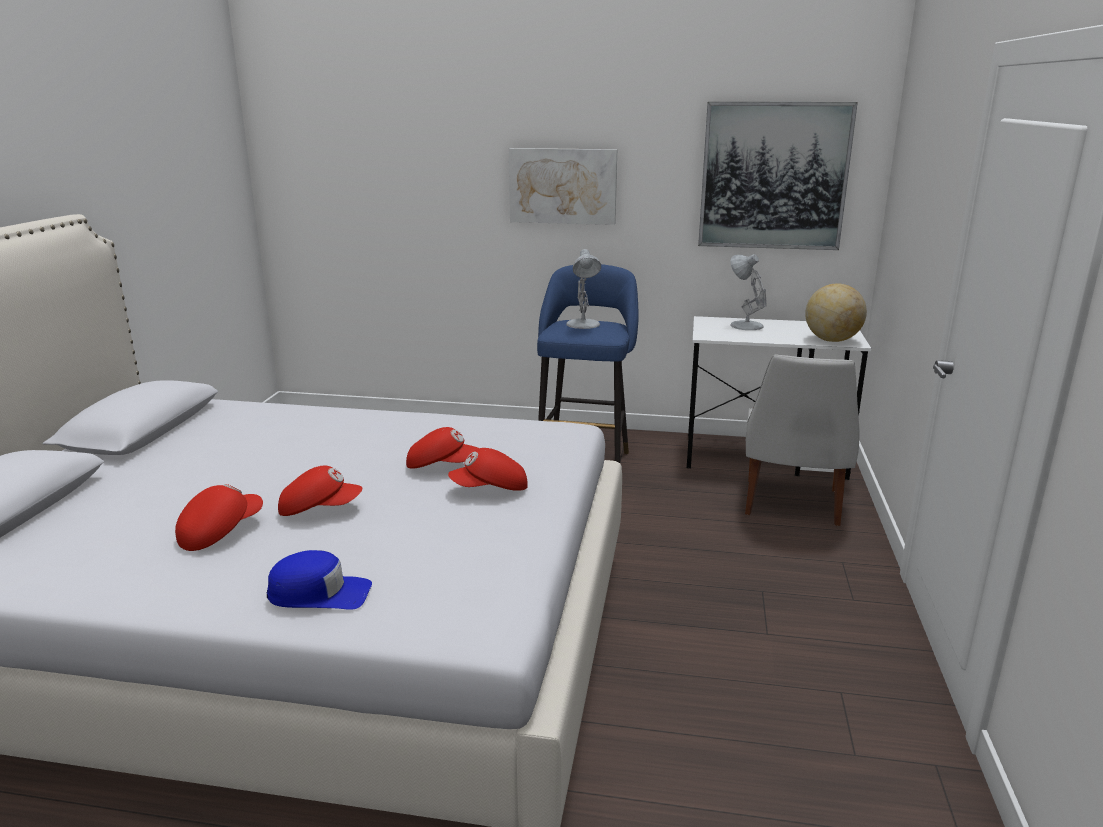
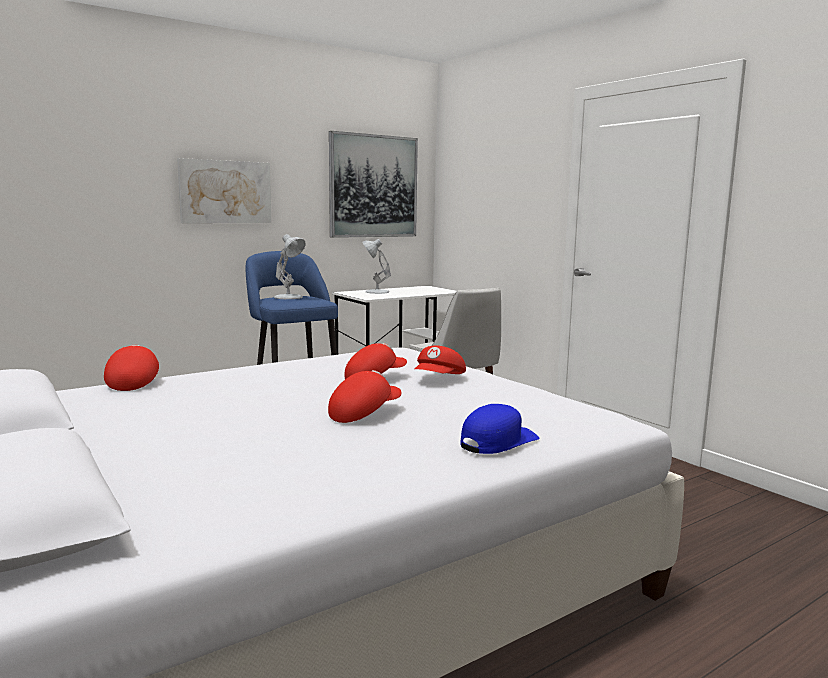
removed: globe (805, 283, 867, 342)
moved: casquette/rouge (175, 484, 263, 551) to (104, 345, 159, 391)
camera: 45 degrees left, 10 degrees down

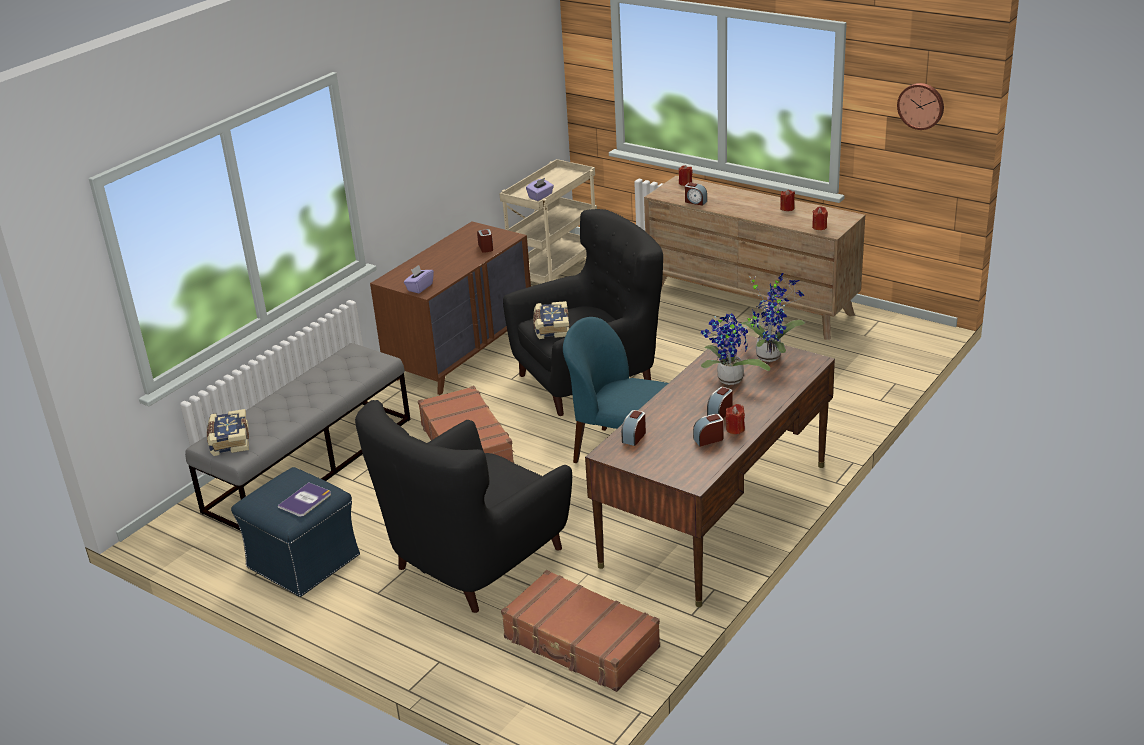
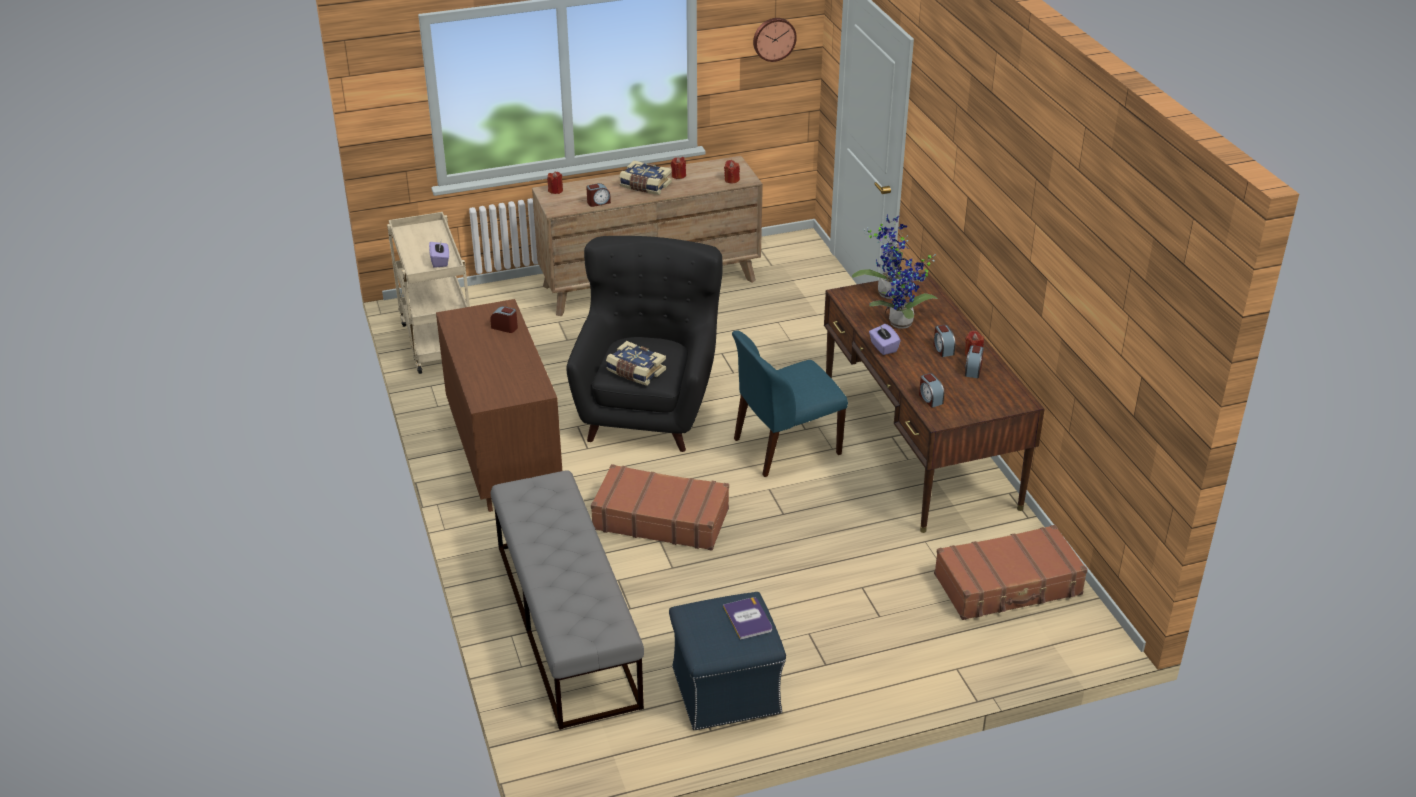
removed: fauteuil/noir (355, 400, 572, 613)
moved: livre (207, 409, 249, 456) to (619, 160, 672, 195); boîte à mouchoirs/violet (404, 265, 434, 293) to (869, 324, 901, 355)
camera: 55 degrees left, 5 degrees up

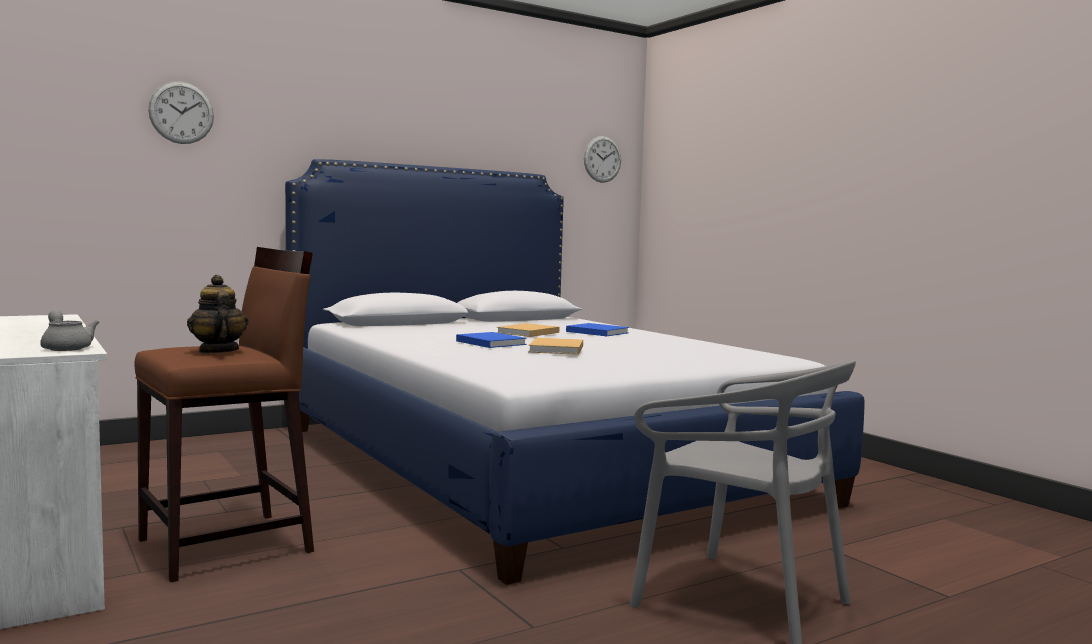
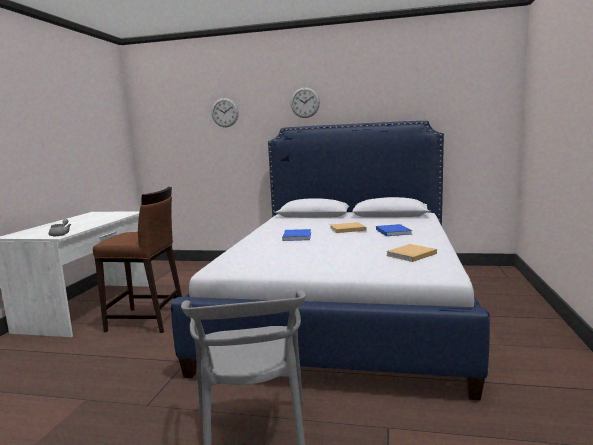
removed: théière (187, 275, 249, 353)
moved: livre/beige (528, 338, 583, 355) to (386, 244, 437, 262); horloge murale (584, 136, 621, 183) to (291, 87, 320, 118)
camera: 45 degrees right, 5 degrees up

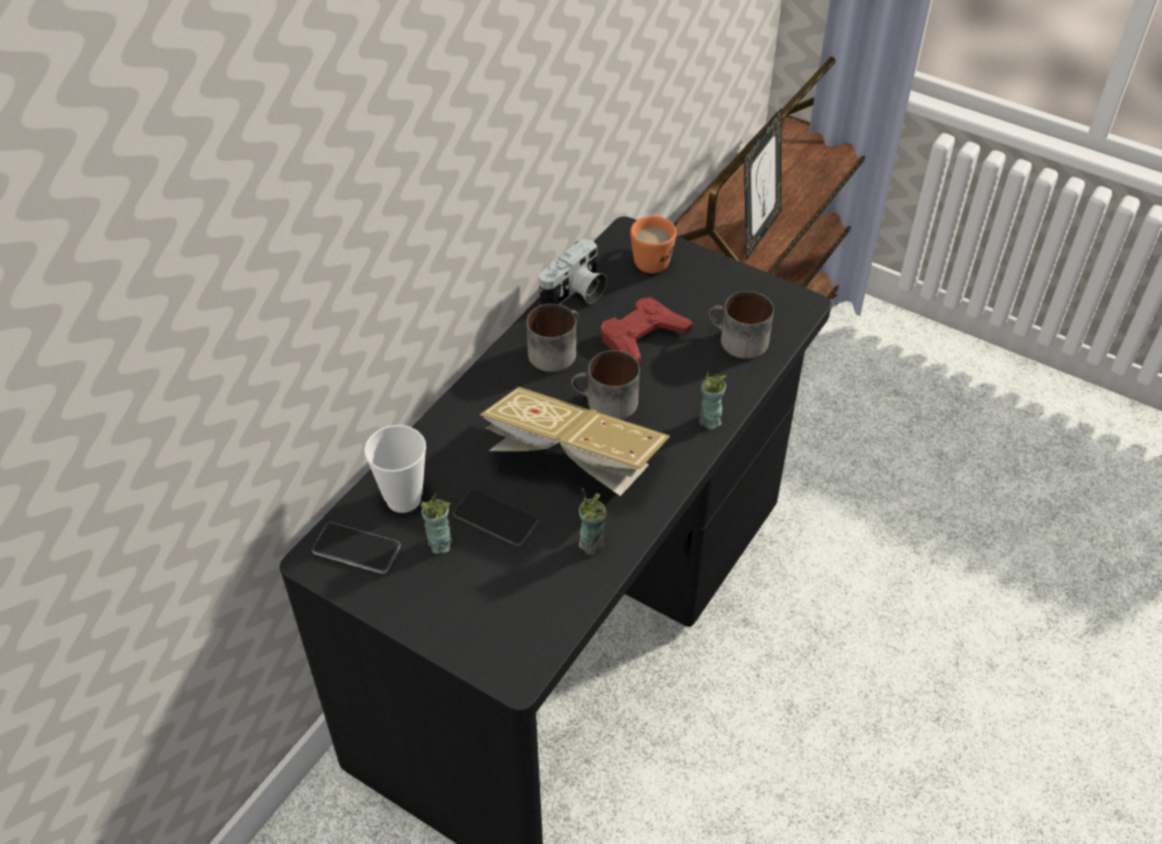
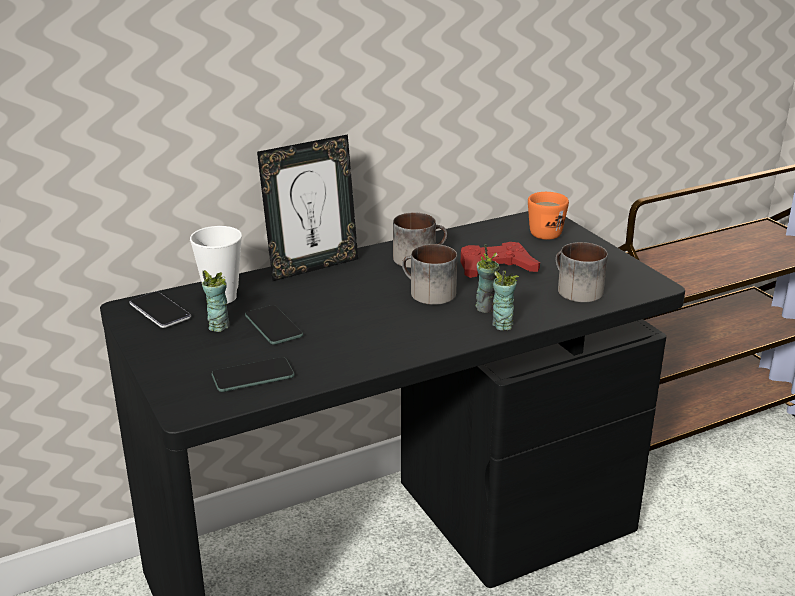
removed: livre (480, 387, 670, 496); appareil photo (539, 238, 607, 306)
added: téléphone (211, 357, 295, 392)
moved: tasse (579, 488, 606, 555) to (475, 244, 500, 313); cadre photo (744, 107, 782, 261) to (257, 134, 358, 281)
camera: 30 degrees right, 20 degrees down

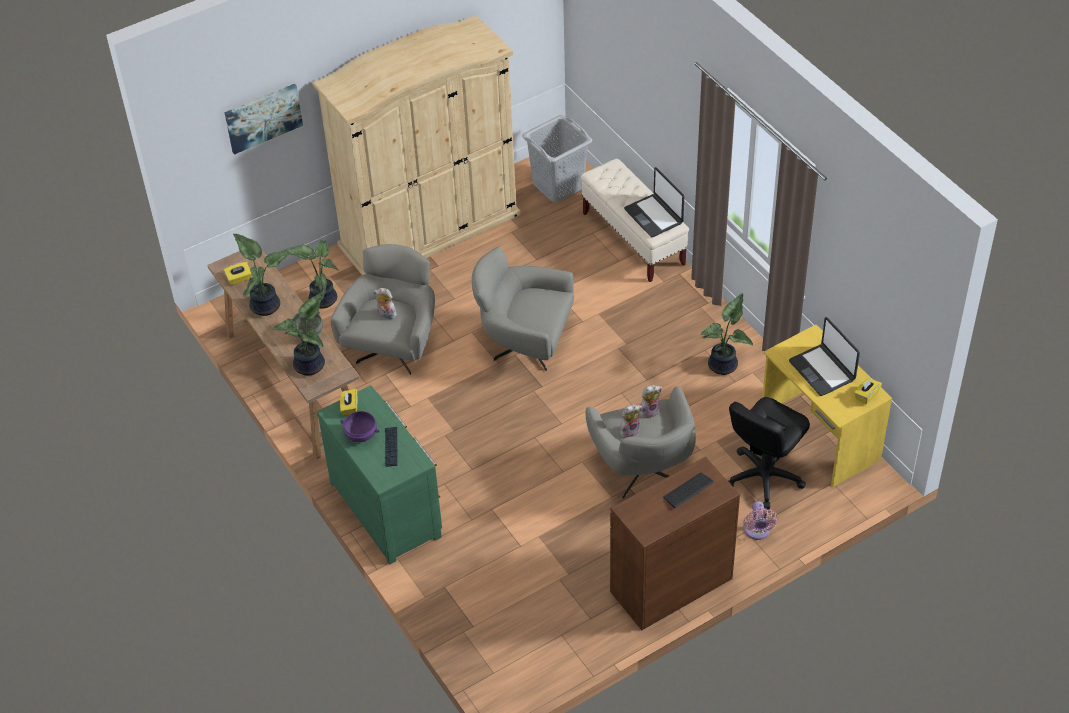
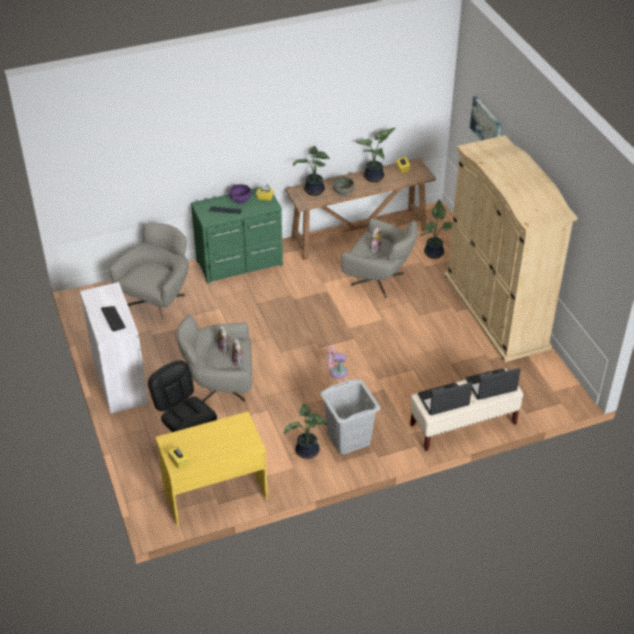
moved: fauteuil/gris (472, 246, 574, 371) to (109, 223, 189, 319); panier à linge/gris (522, 115, 592, 203) to (320, 379, 380, 455); ventilateur/rose (743, 501, 778, 540) to (327, 345, 348, 379); ordinateur portable (789, 317, 860, 396) to (466, 368, 521, 400)
recoloured: meuble de rangement/marron (610, 457, 740, 630) to meuble de rangement/blanc (80, 282, 149, 414)
camera: 100 degrees right, 5 degrees down

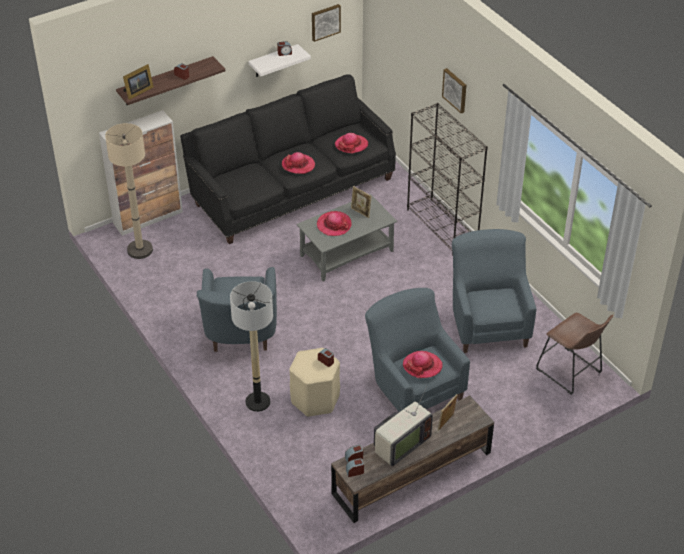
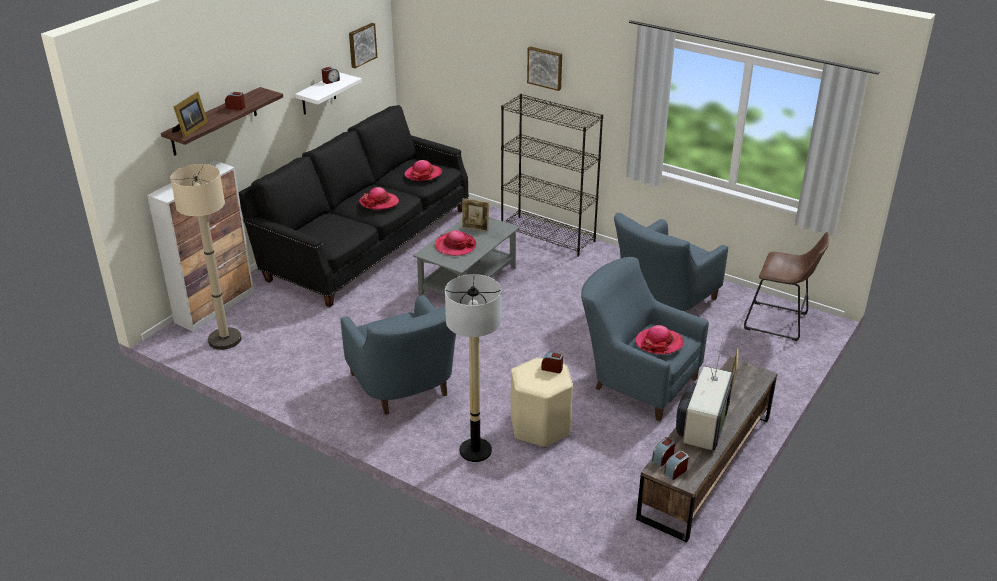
turned: fauteuil/bleu (452, 229, 536, 353) = (614, 213, 728, 311) 105 degrees counterclockwise
camera: 25 degrees left, 10 degrees down

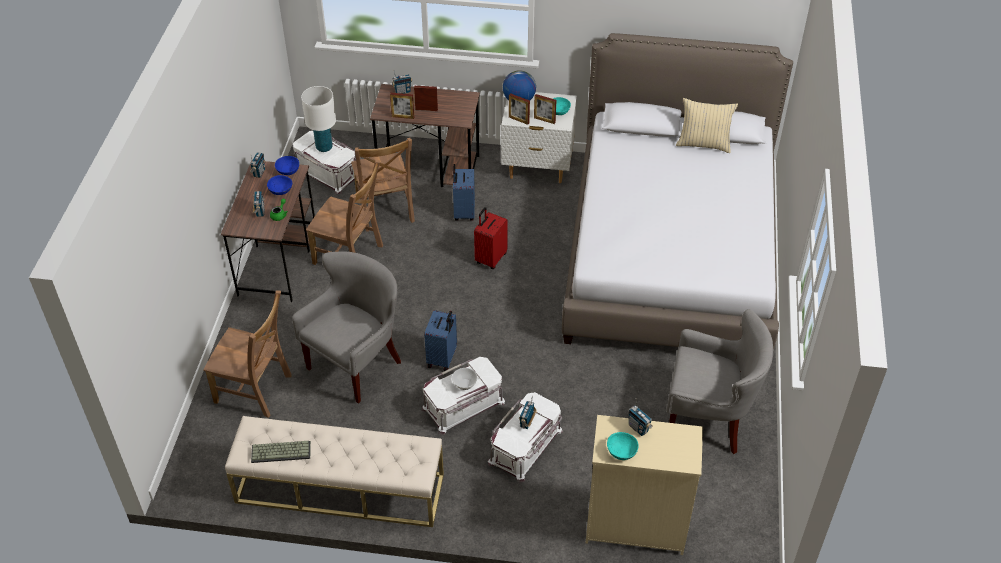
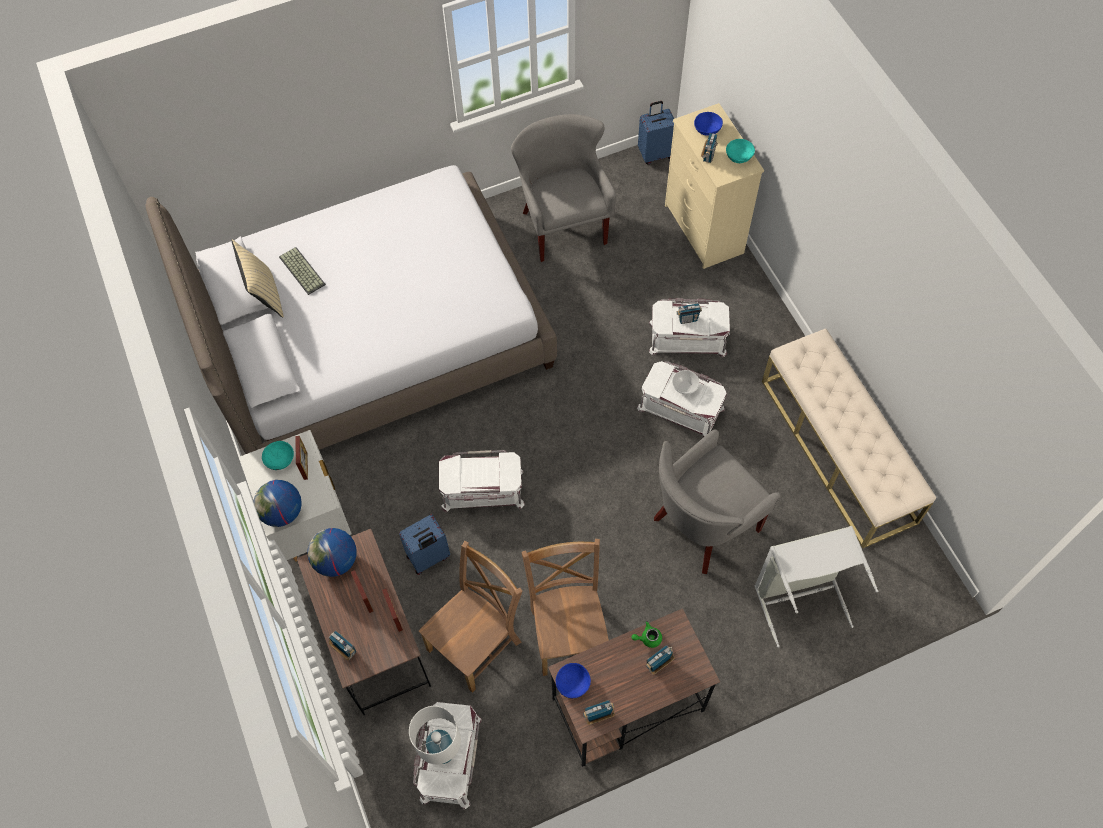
removed: cadre photo (509, 93, 530, 125)
added: globe (307, 528, 357, 577)
moved: clavier (251, 441, 311, 463) to (279, 247, 326, 295); bol/bleu (267, 175, 292, 195) to (694, 112, 723, 136); valise/bleu (424, 310, 457, 371) to (638, 101, 674, 165)
replaced: chaise/marron (203, 291, 292, 418) to panier à linge/gris (754, 526, 878, 648); valise/rouge (474, 207, 508, 269) to boîte de rangement/blanc (439, 450, 525, 512)
turned: fauteuil/gris (292, 251, 401, 404) = (654, 429, 781, 574) 45 degrees counterclockwise
camera: 120 degrees left, 15 degrees up

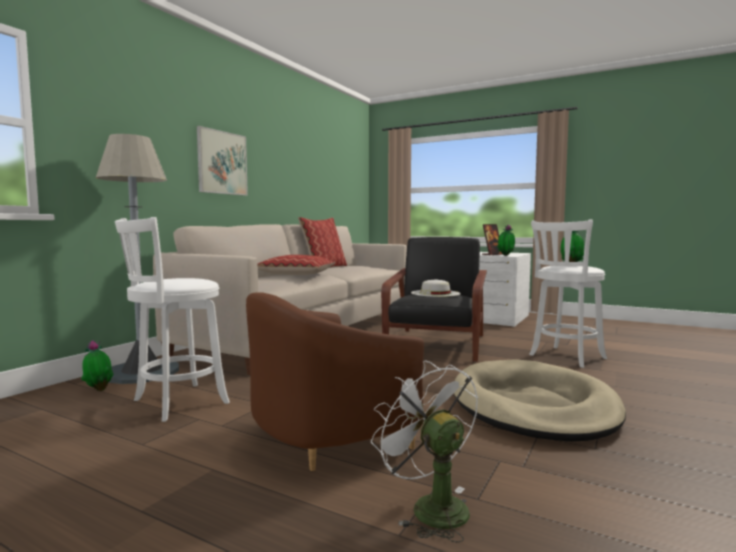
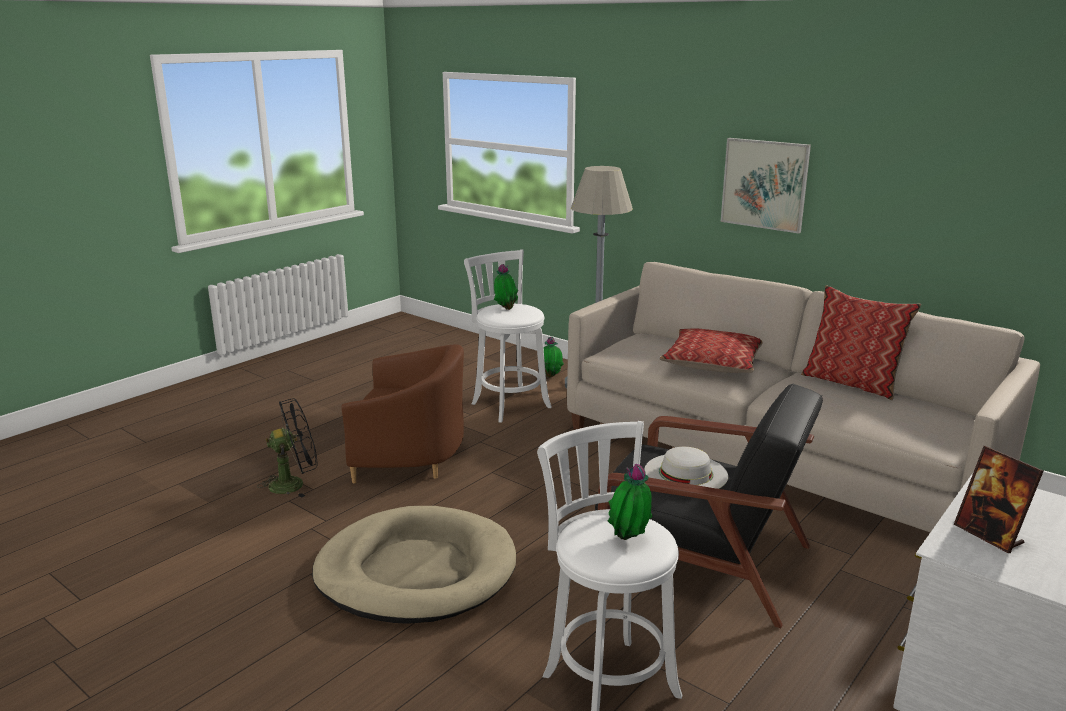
moved: plante en pot (497, 224, 515, 256) to (494, 264, 518, 310)
recoloured: ventilateur/blanc (371, 360, 478, 543) to ventilateur/noir (257, 398, 318, 498)
turned: fauteuil/marron (246, 292, 424, 471) = (342, 344, 464, 483) 120 degrees clockwise
camera: 100 degrees right, 15 degrees up

